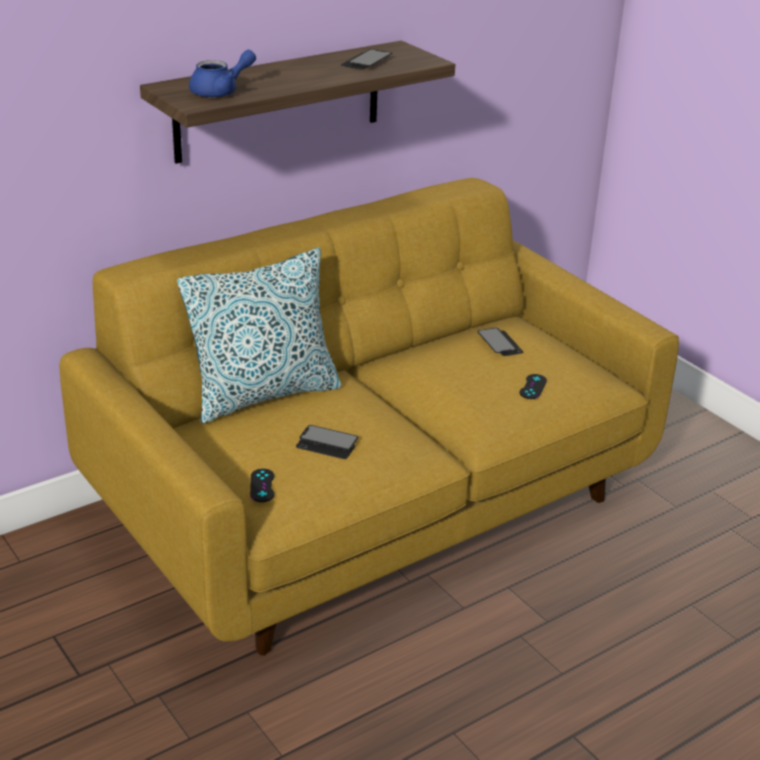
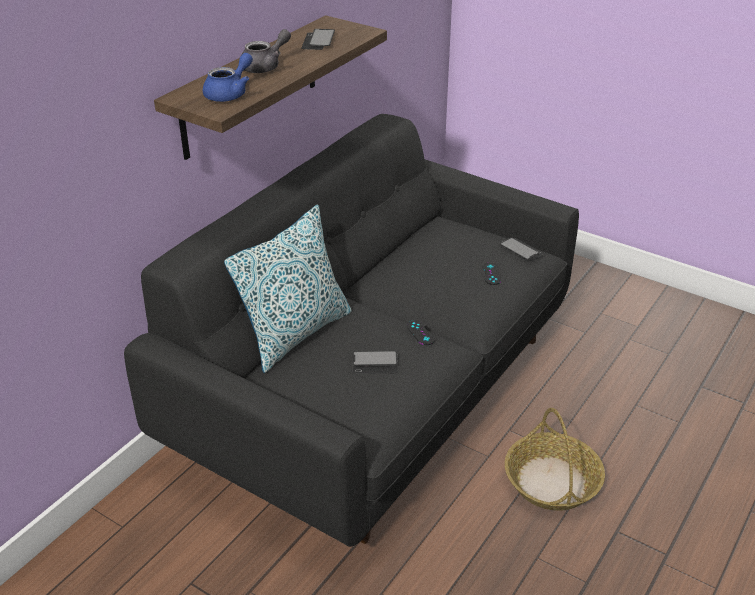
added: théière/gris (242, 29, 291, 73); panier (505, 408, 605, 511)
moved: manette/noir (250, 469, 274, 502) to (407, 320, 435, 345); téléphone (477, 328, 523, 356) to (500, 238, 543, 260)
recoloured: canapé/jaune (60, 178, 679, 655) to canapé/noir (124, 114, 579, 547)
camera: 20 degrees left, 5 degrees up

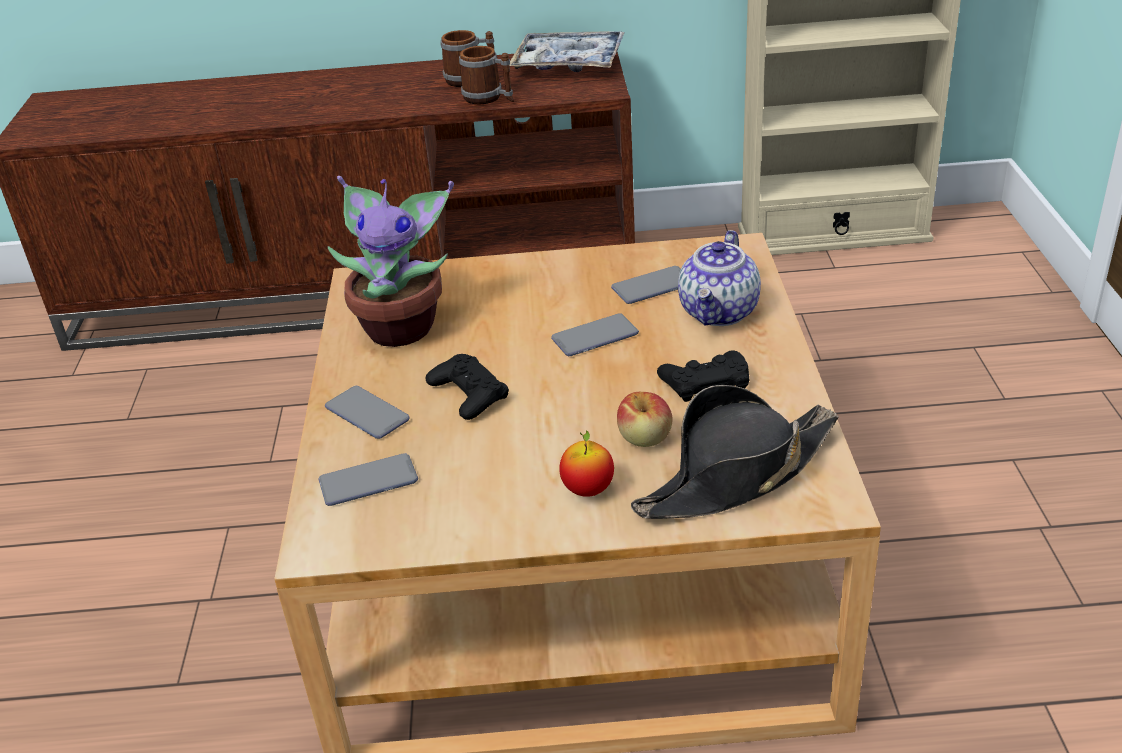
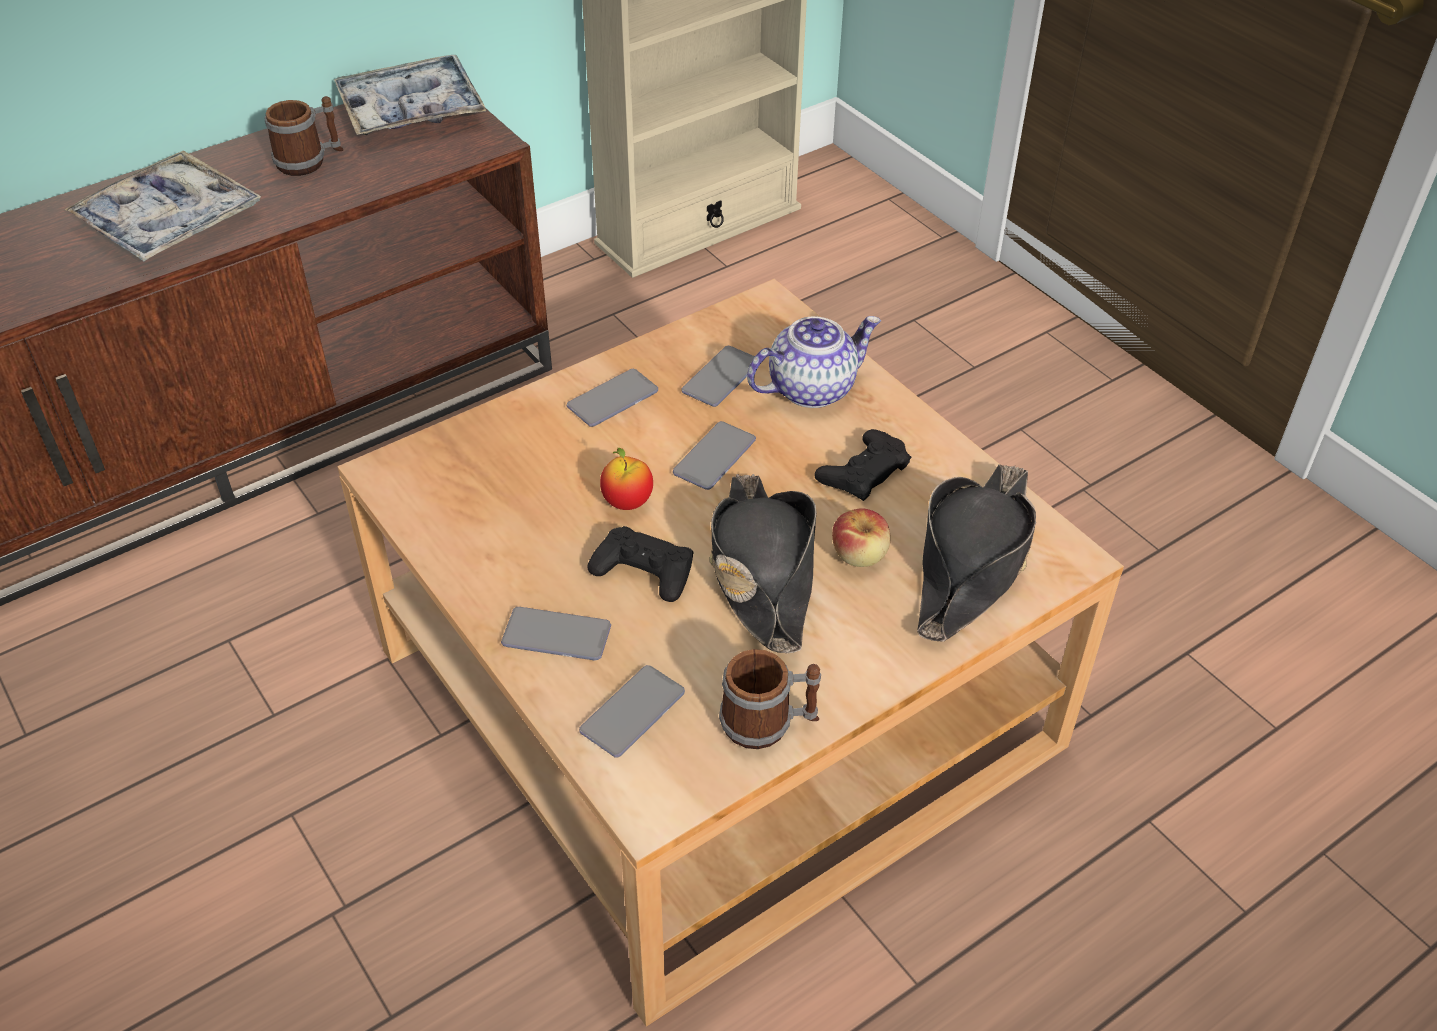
removed: plante en pot (328, 176, 454, 347)
added: plateau (65, 150, 261, 261); téléphone (567, 369, 658, 427); chapeau/noir (709, 474, 816, 653)
moved: mug (459, 46, 514, 105) to (719, 649, 821, 749); pomme (559, 430, 614, 497) to (600, 448, 653, 510)
turned: théière (678, 230, 761, 326) = (747, 316, 881, 408) 105 degrees counterclockwise
camera: 35 degrees left, 10 degrees up

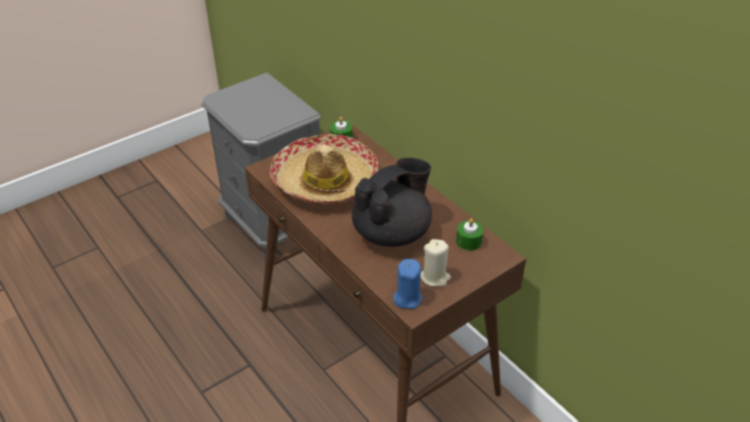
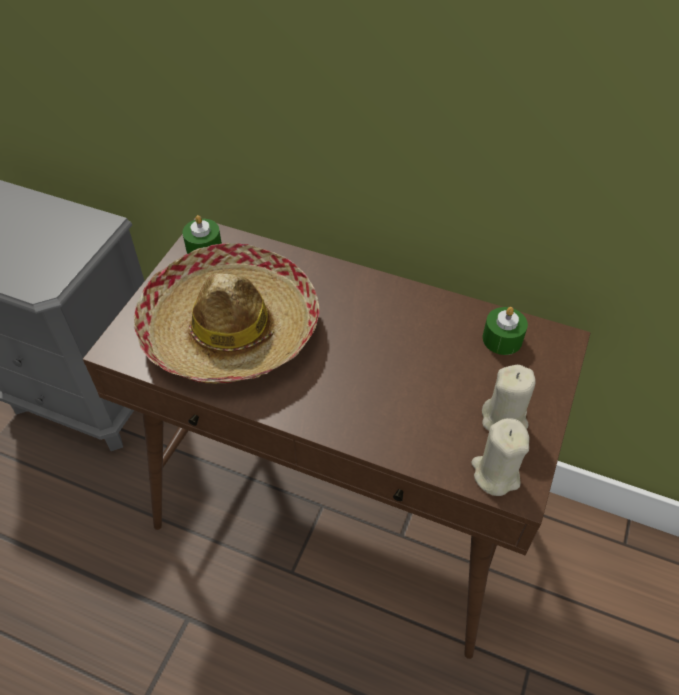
removed: théière/noir (352, 158, 432, 247)
recoloured: bougie/bleu (393, 259, 422, 309) to bougie/beige (471, 418, 529, 496)
camera: 30 degrees left, 10 degrees up

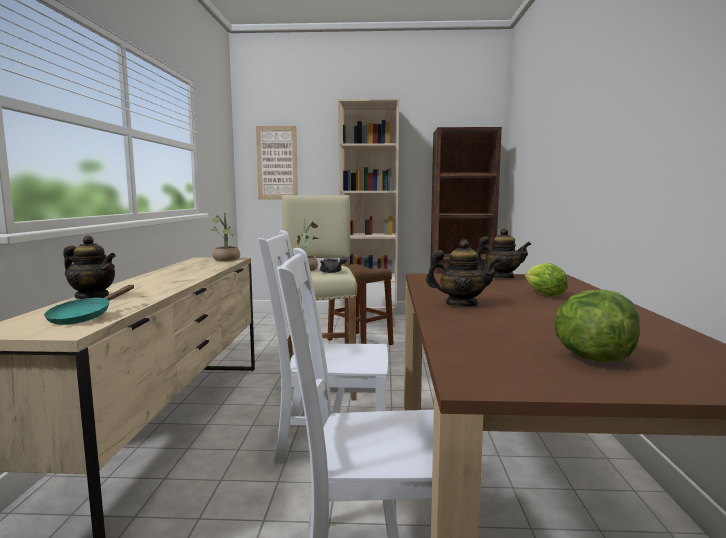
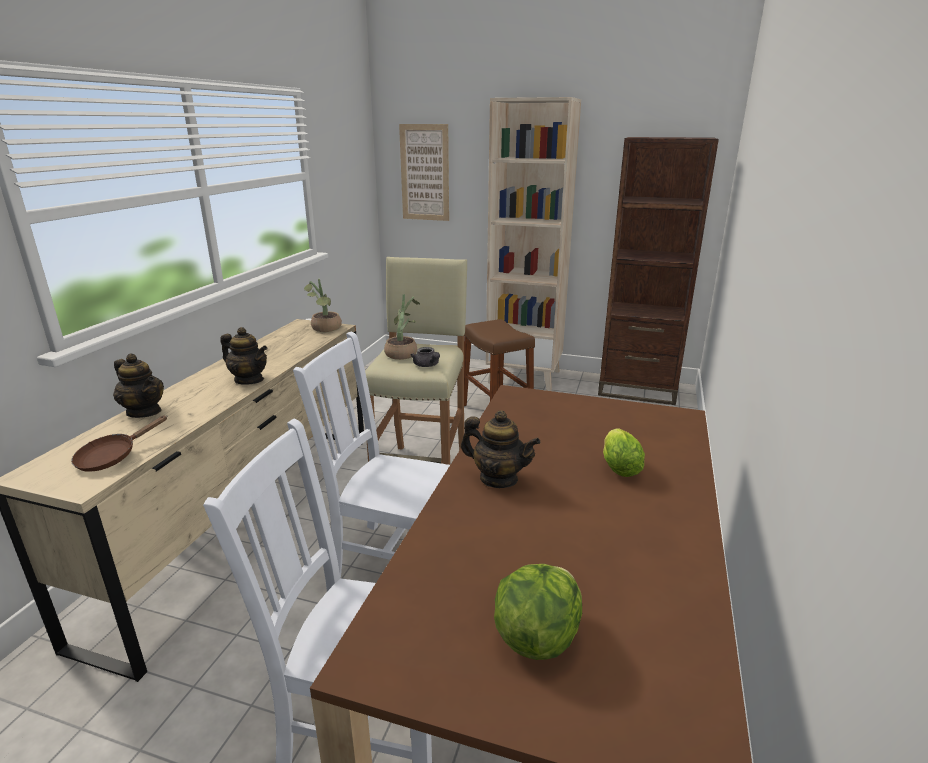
moved: théière (477, 228, 532, 278) to (220, 327, 267, 385)
recoloured: poêle/turquoise (44, 285, 134, 325) to poêle/marron (71, 415, 167, 471)
camera: 15 degrees right, 15 degrees up

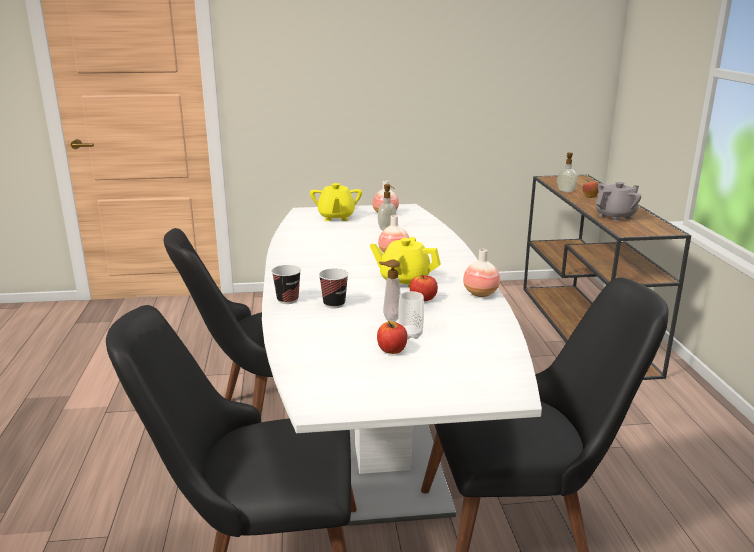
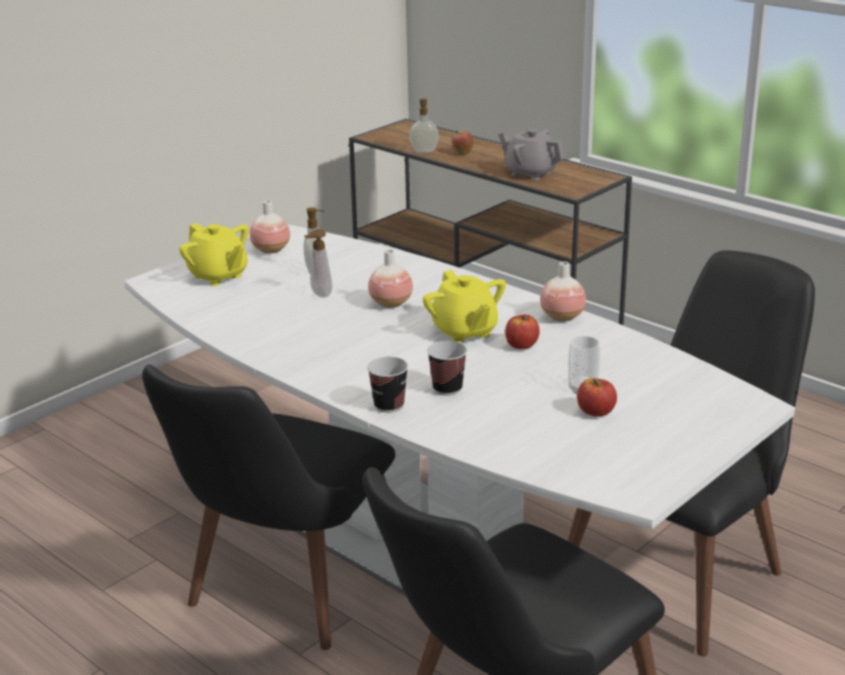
moved: distributeur de savon (379, 260, 401, 322) to (304, 229, 332, 298)
turned: théière/jaune (370, 237, 441, 288) = (423, 270, 506, 343) 90 degrees counterclockwise; théière/gris (596, 182, 641, 221) = (498, 129, 565, 180) 75 degrees counterclockwise
camera: 40 degrees left, 5 degrees up

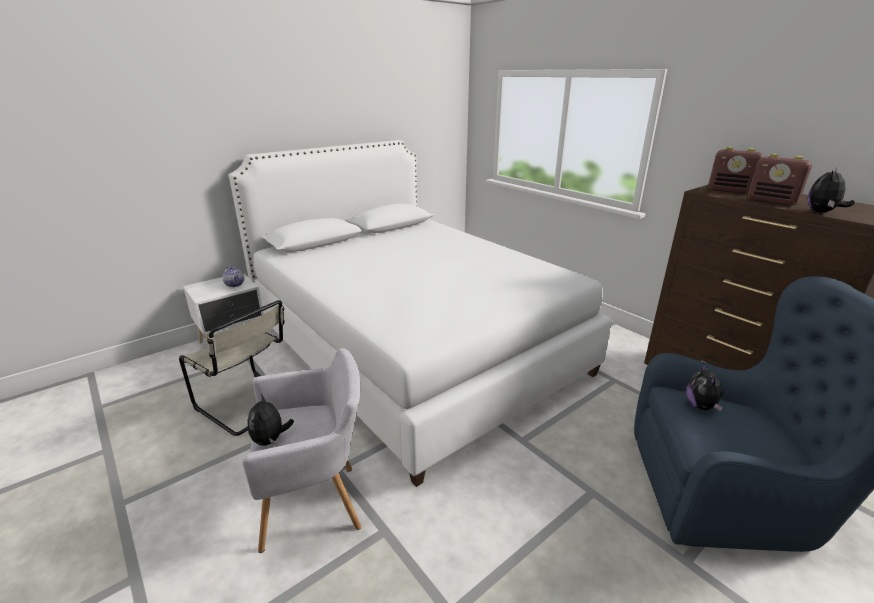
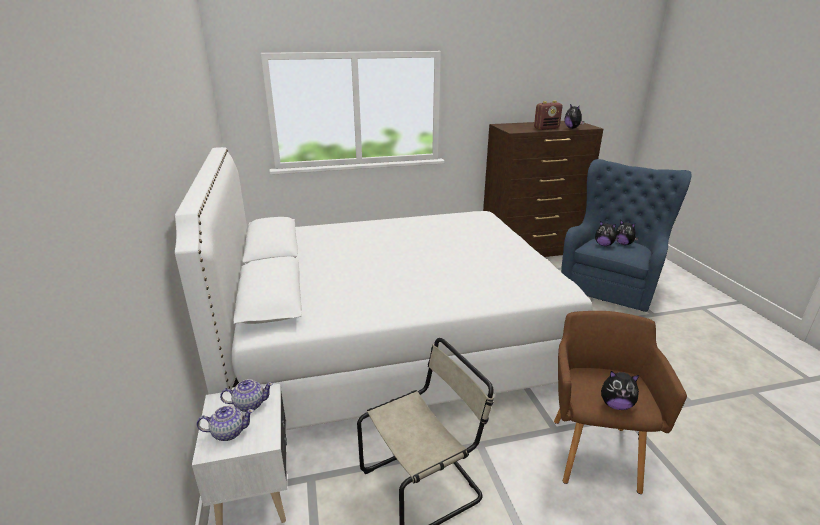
removed: radio (708, 147, 763, 194)
added: théière (197, 406, 254, 441); peluche (616, 220, 639, 245)
recoloured: fauteuil/gris (242, 348, 361, 553) to fauteuil/marron (554, 311, 687, 494)
camera: 65 degrees left, 0 degrees up

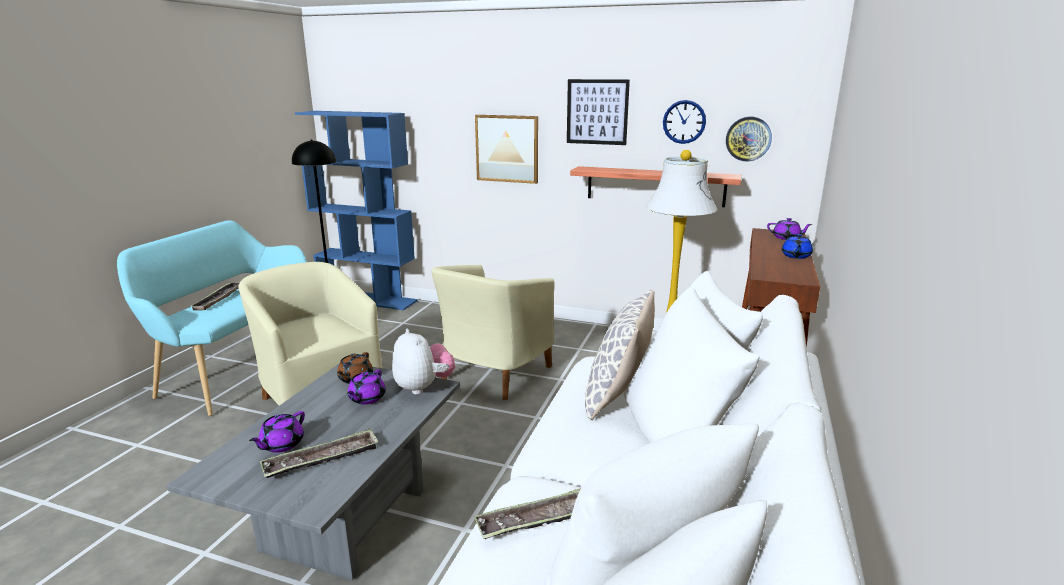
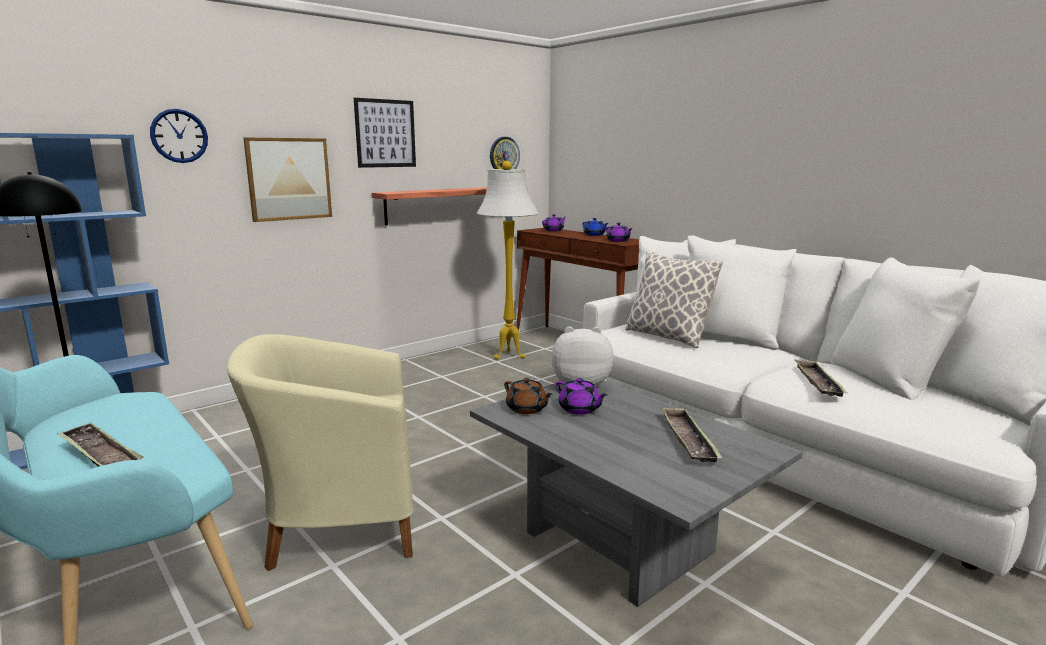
removed: fauteuil/beige (431, 265, 555, 400)
moved: théière/violet (249, 411, 305, 453) to (606, 223, 633, 242); horloge murale (663, 100, 706, 144) to (150, 109, 208, 163)
camera: 60 degrees left, 5 degrees down

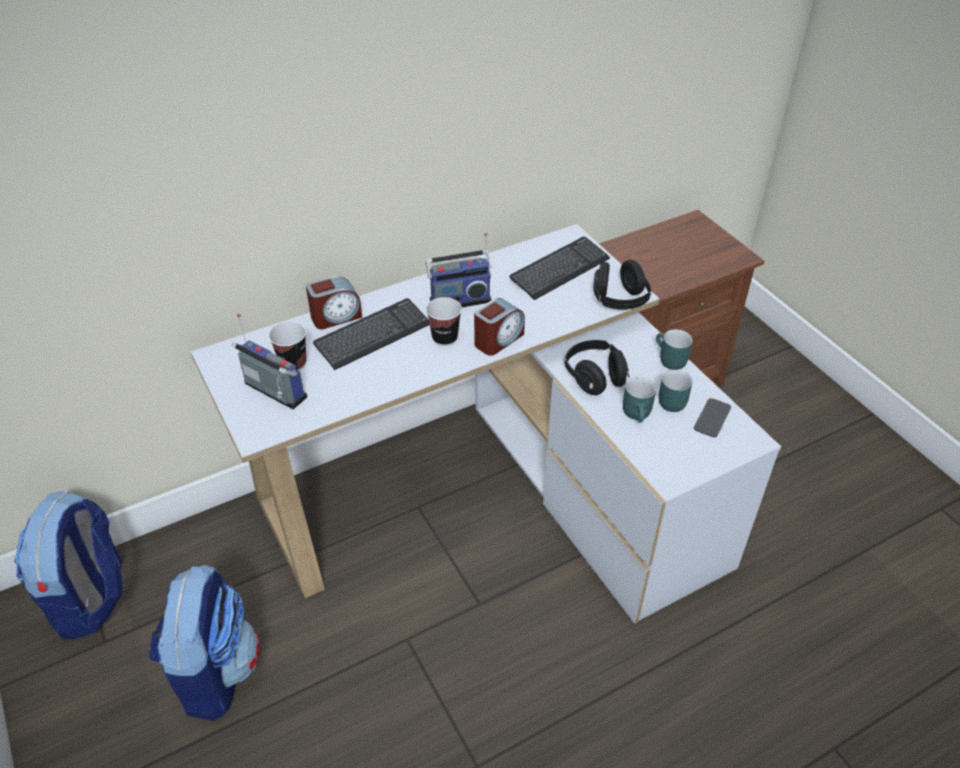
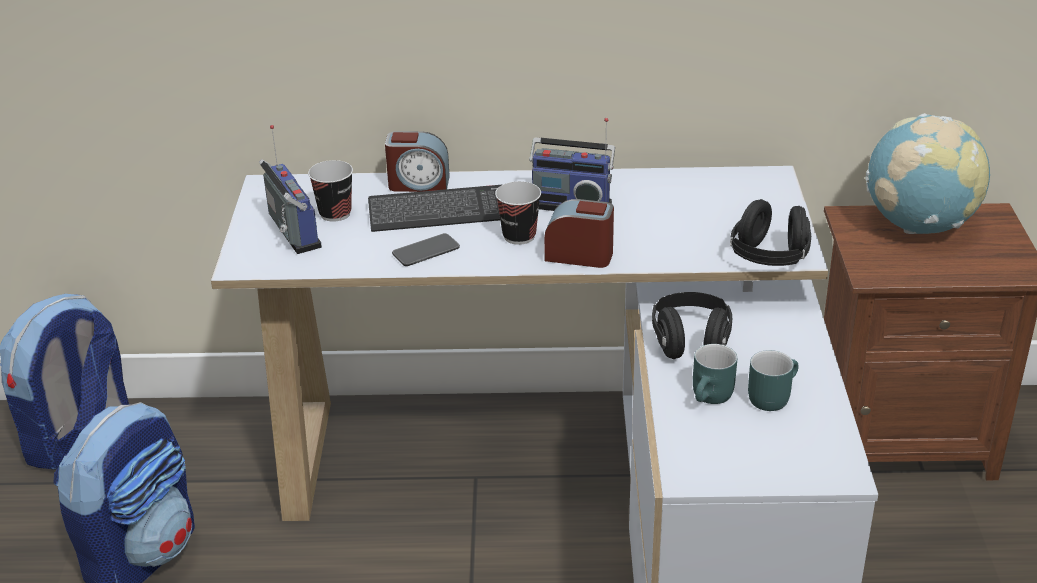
removed: clavier (509, 236, 610, 300); mug/turquoise (656, 329, 693, 370)
added: globe (866, 113, 990, 234)
moved: téléphone (694, 398, 731, 437) to (392, 233, 460, 266)
turned: réveil (474, 298, 525, 356) = (544, 199, 614, 268) 150 degrees counterclockwise
camera: 30 degrees right, 10 degrees down

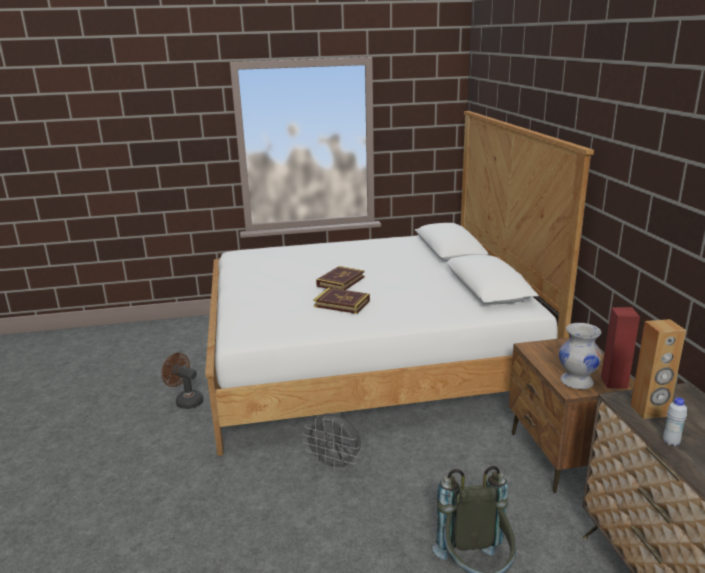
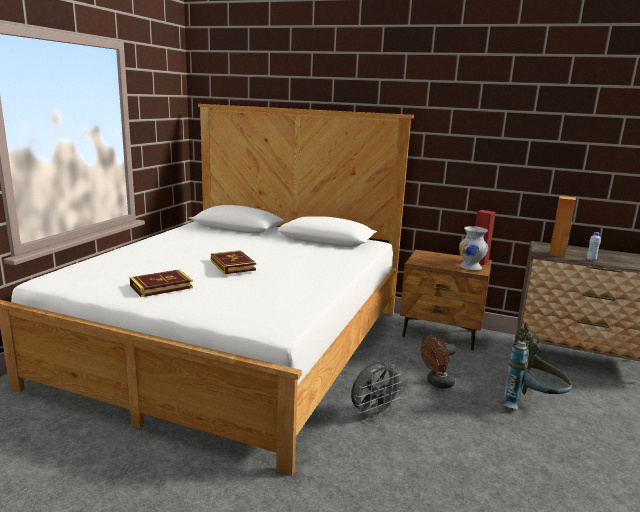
moved: ventilateur/marron (161, 353, 204, 409) to (421, 336, 456, 389); livre (314, 288, 370, 314) to (130, 270, 193, 297)
camera: 60 degrees left, 5 degrees down

